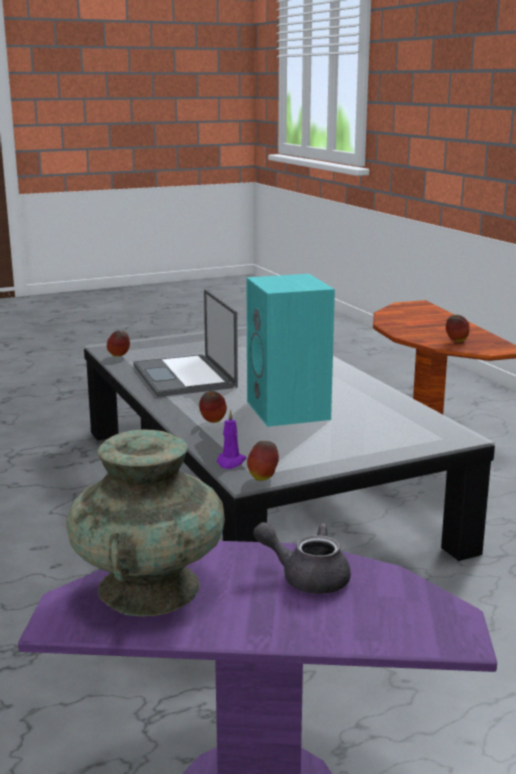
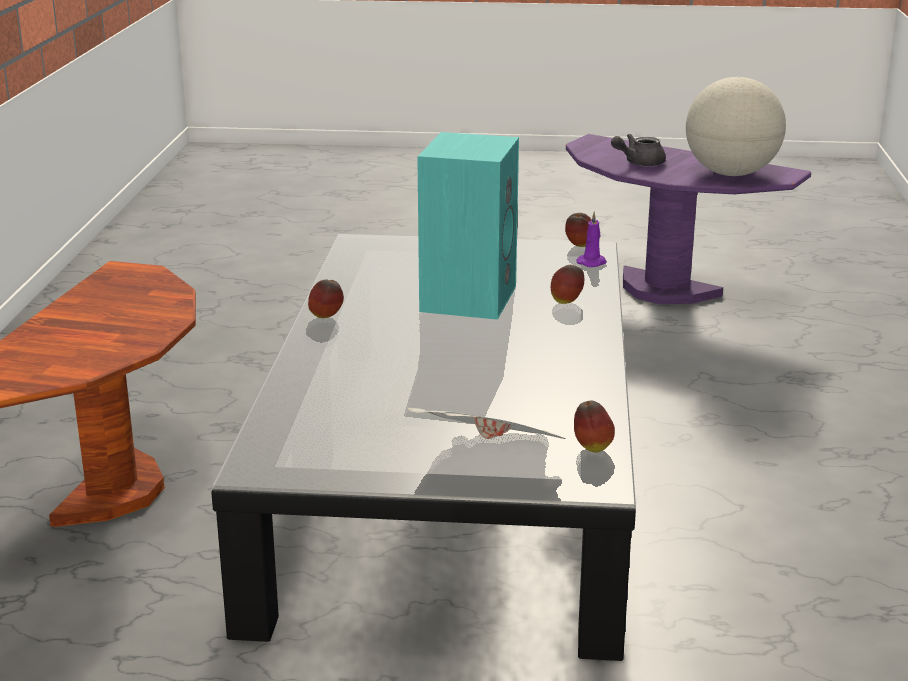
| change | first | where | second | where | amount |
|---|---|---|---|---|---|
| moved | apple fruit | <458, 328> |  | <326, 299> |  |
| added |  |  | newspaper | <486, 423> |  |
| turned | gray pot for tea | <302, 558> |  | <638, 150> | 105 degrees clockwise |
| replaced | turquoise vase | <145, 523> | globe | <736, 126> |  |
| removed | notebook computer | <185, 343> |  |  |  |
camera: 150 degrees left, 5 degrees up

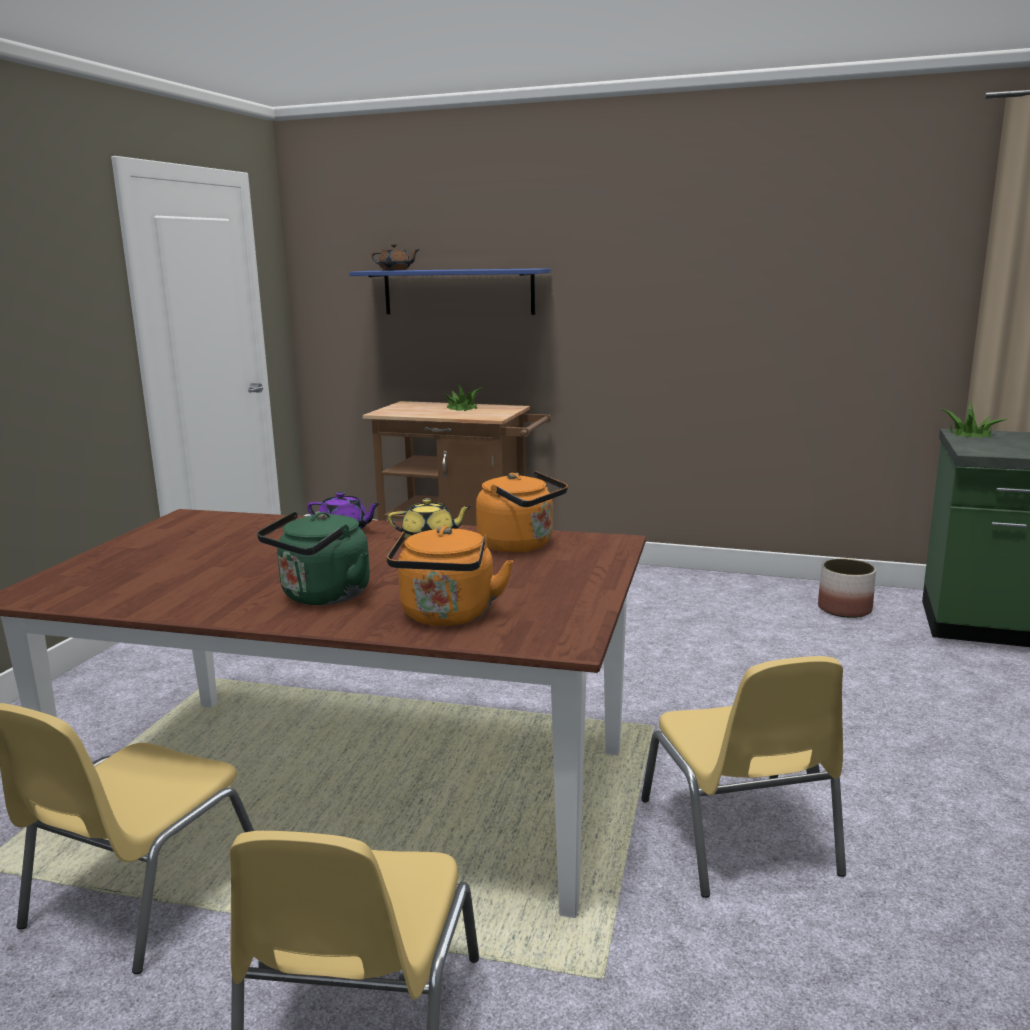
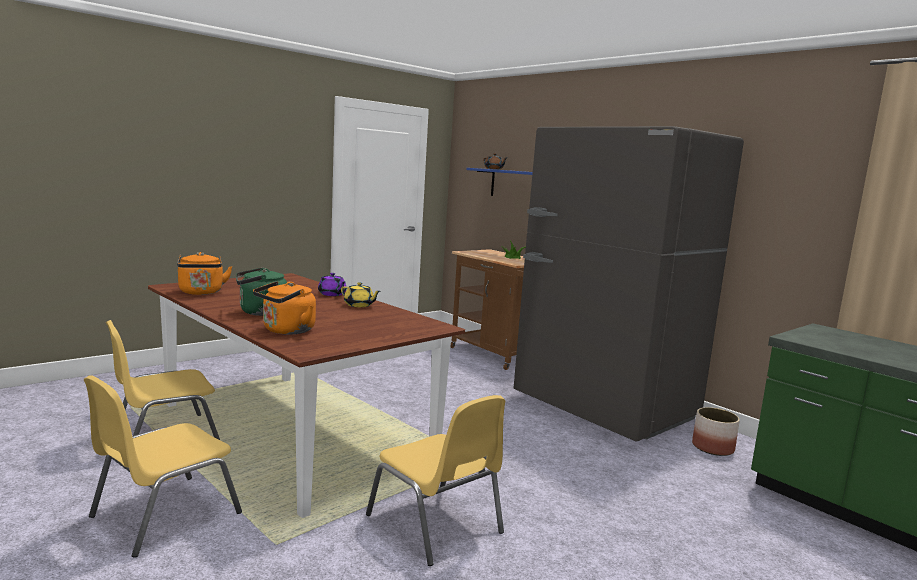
| change | first | where | second | where | amount |
|---|---|---|---|---|---|
| moved | orange tea kettle | <522, 512> |  | <204, 273> |  |
| turned | yellow plain chair | <743, 777> |  | <435, 480> | 60 degrees counterclockwise |
| added |  |  | gray refrigerator | <629, 284> |  |
| removed | houseplant | <974, 419> |  |  |  |
camera: 30 degrees right, 5 degrees down

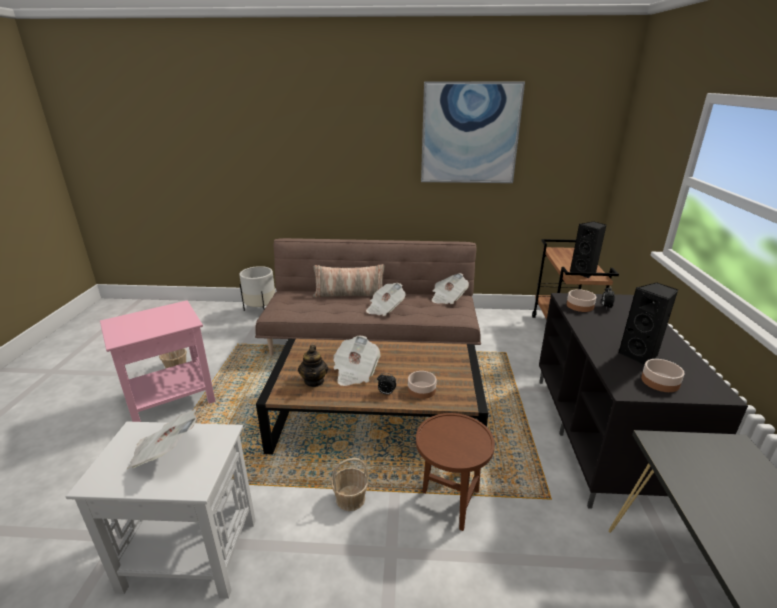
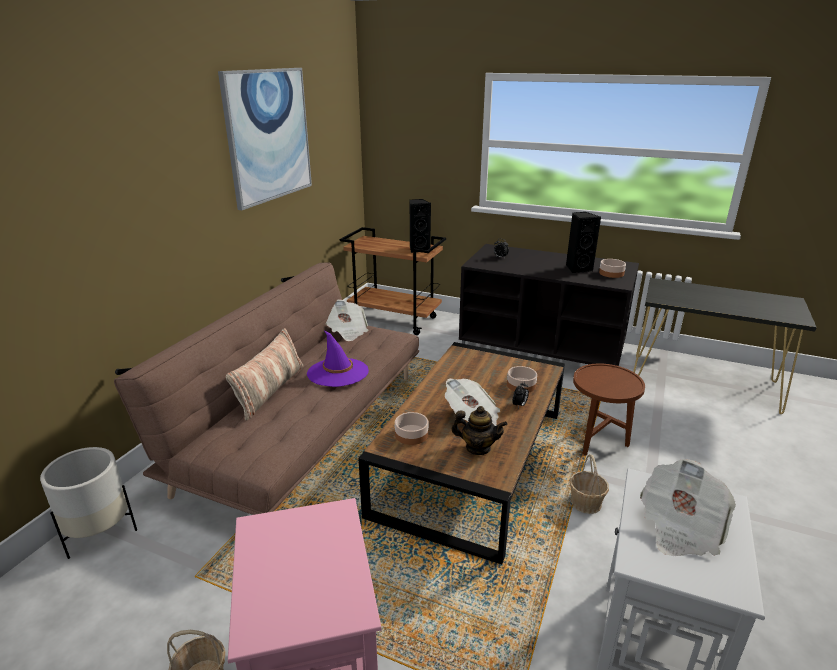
| change | first | where | second | where | amount |
|---|---|---|---|---|---|
| replaced | newspaper | <386, 299> | purple hat | <338, 359> |  |
| moved | serving bowl | <581, 300> |  | <411, 428> |  |
camera: 70 degrees left, 0 degrees up

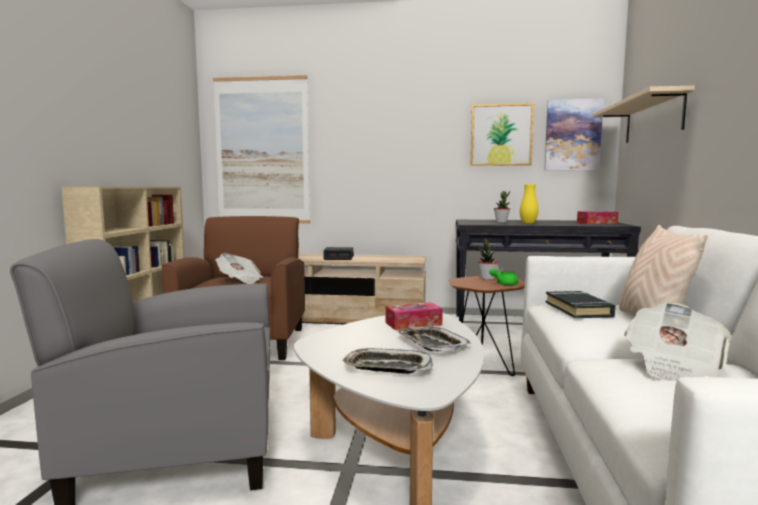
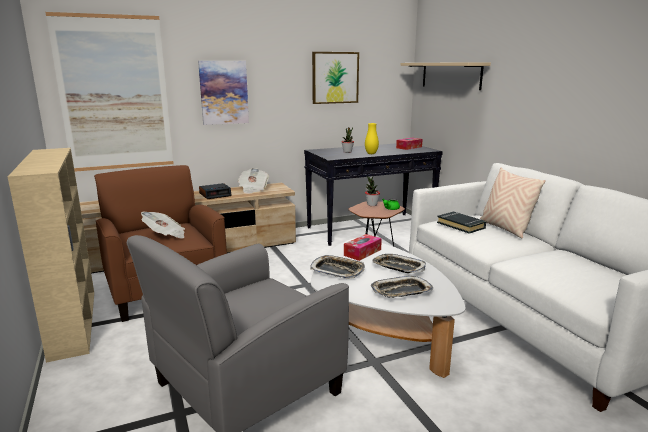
| change | first | where | second | where | amount |
|---|---|---|---|---|---|
| moved | wall art | <574, 135> |  | <223, 93> |  |
| moved | newspaper | <677, 341> |  | <253, 181> |  |
| added |  |  | serving tray | <337, 267> |  |
camera: 30 degrees left, 10 degrees up

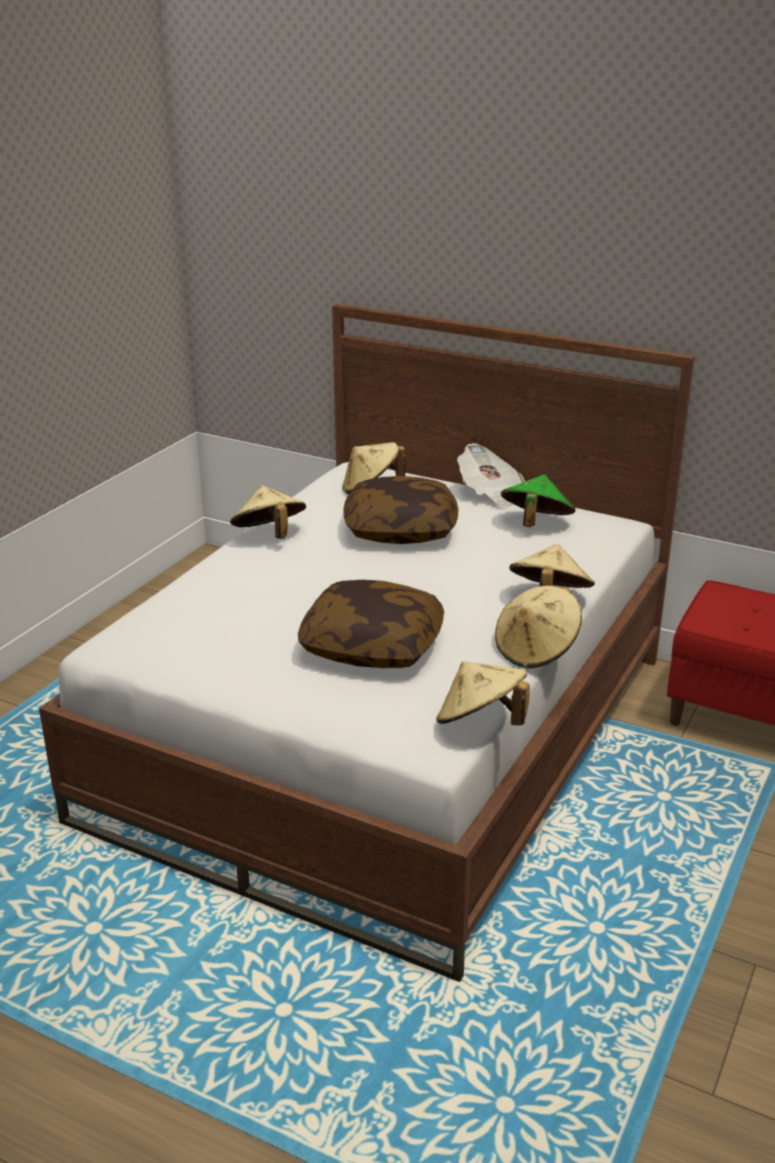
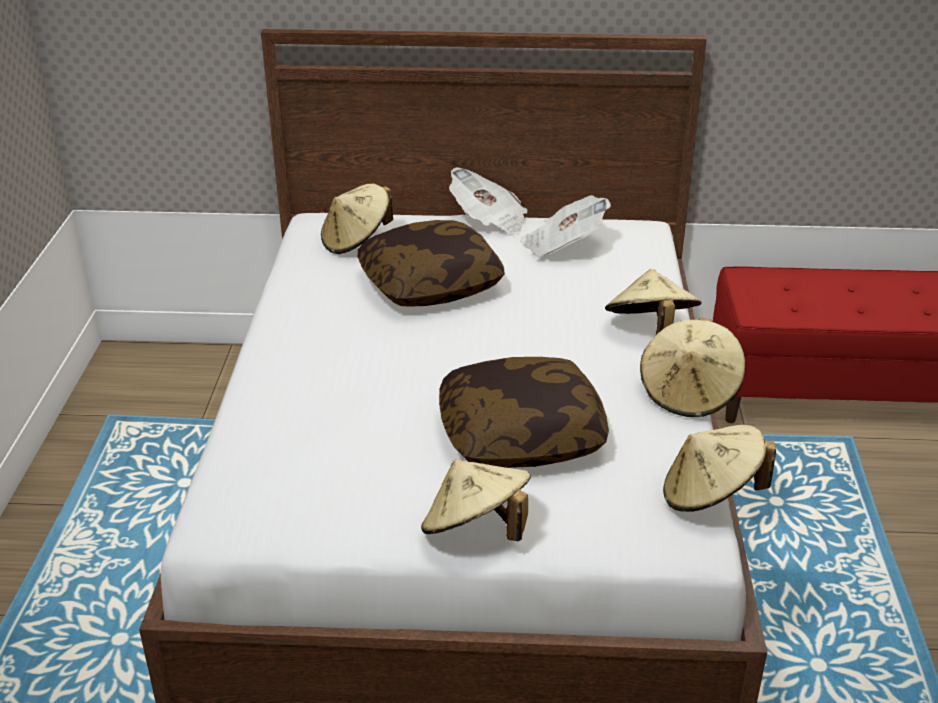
| change | first | where | second | where | amount |
|---|---|---|---|---|---|
| moved | beige hat | <268, 512> |  | <476, 500> |  |
| replaced | green-coloured hat | <538, 501> | newspaper | <565, 226> |  |
camera: 25 degrees left, 5 degrees up

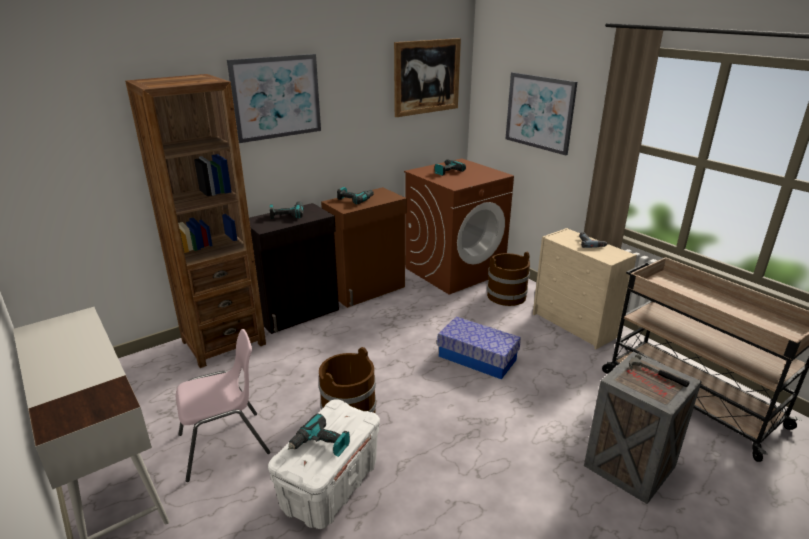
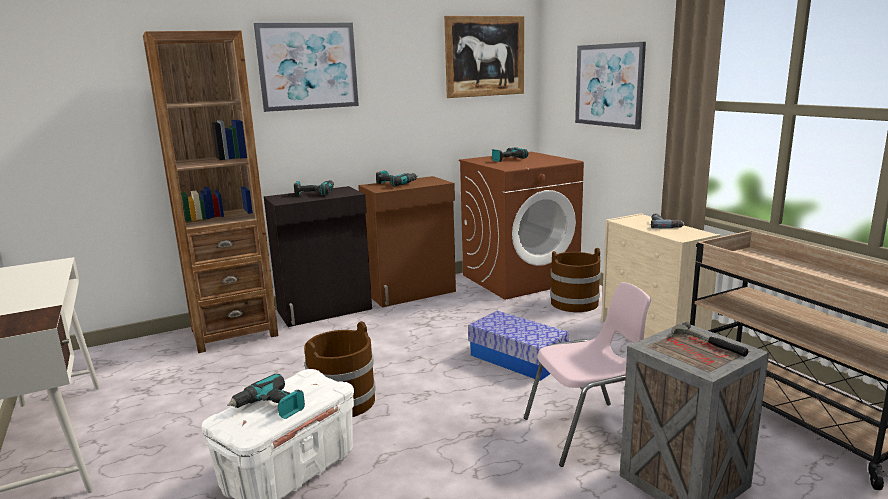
| change | first | where | second | where | amount |
|---|---|---|---|---|---|
| moved | pink plain chair | <223, 405> |  | <587, 374> |  |
camera: 10 degrees right, 10 degrees down

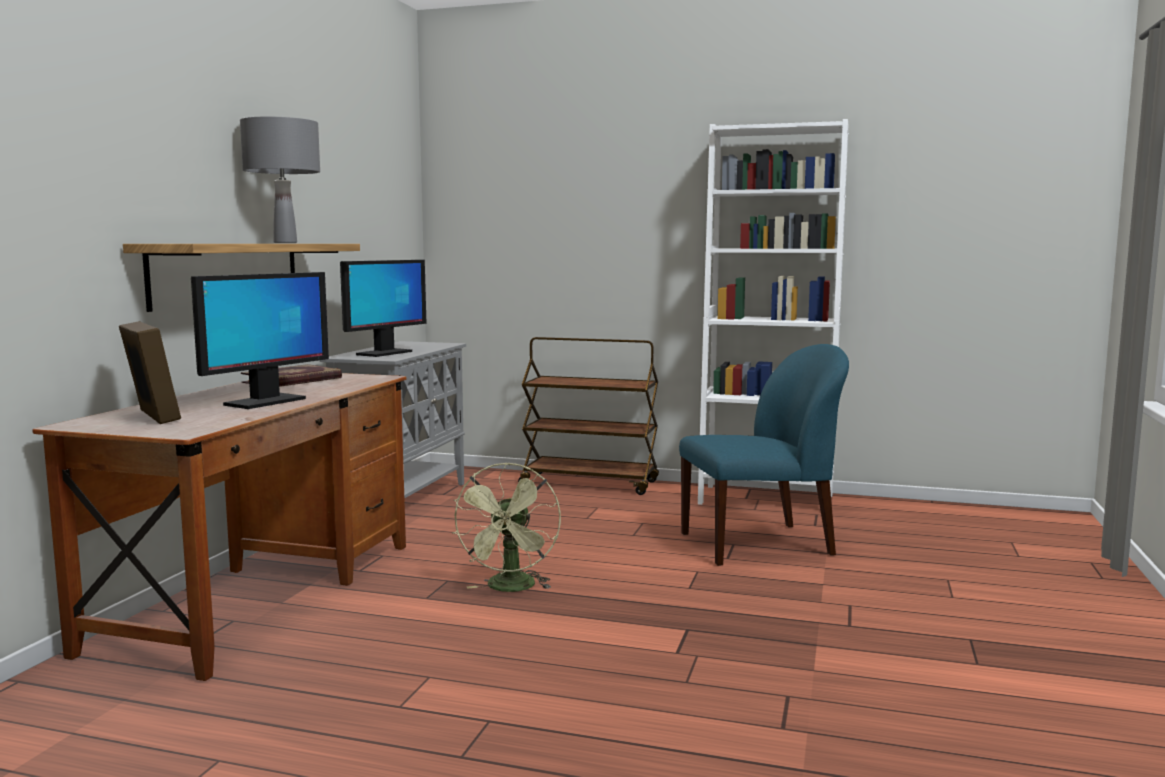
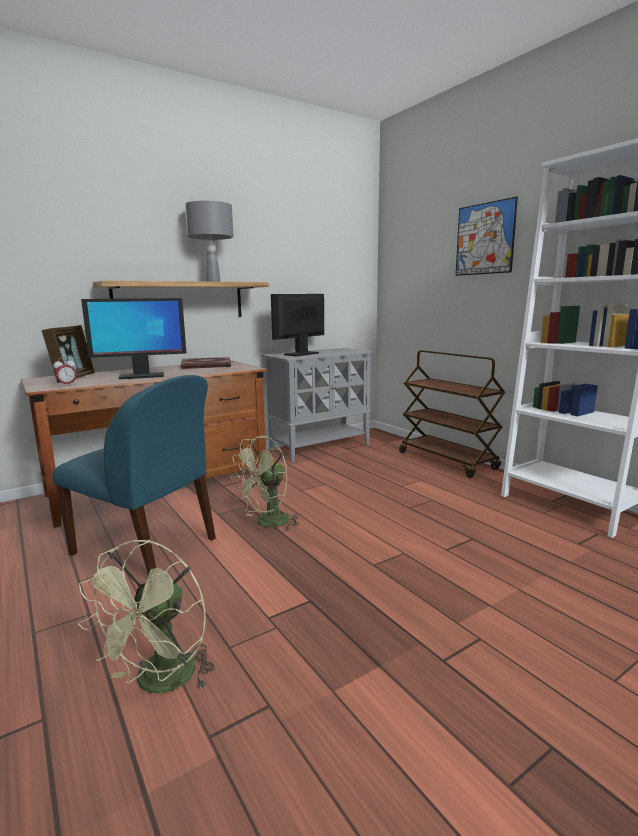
| change | first | where | second | where | amount |
|---|---|---|---|---|---|
| moved | blue-coloured plain chair | <764, 455> |  | <134, 475> |  |
| added |  |  | bedside clock | <65, 372> |  |
| added |  |  | green-coloured fan | <146, 616> |  |
| turned | computer screen | <383, 308> |  | <297, 325> | 150 degrees clockwise |
| added |  |  | wall art | <487, 236> |  |
camera: 40 degrees right, 5 degrees up

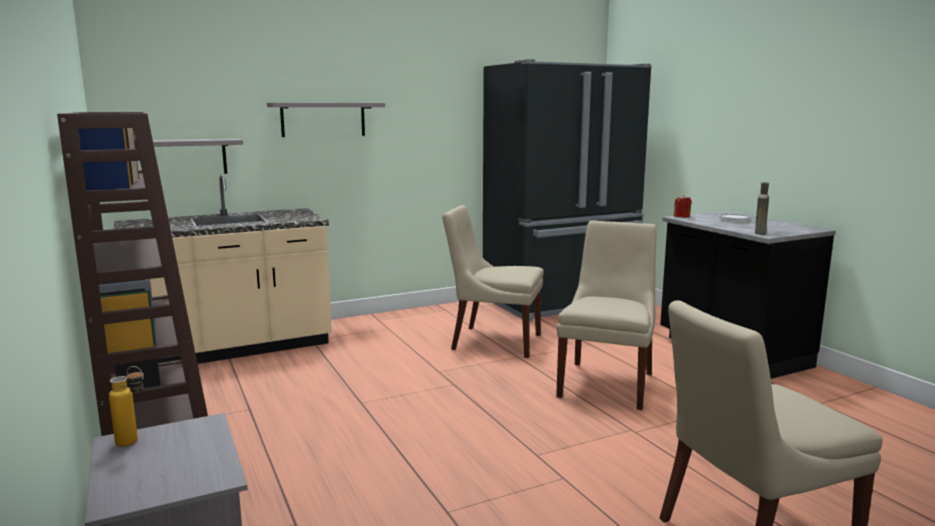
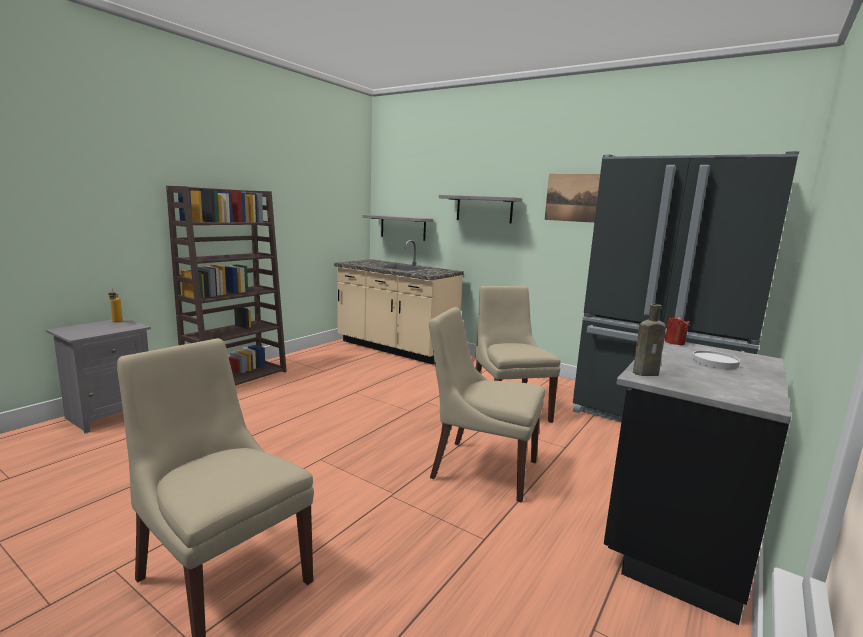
| change | first | where | second | where | amount |
|---|---|---|---|---|---|
| turned | beige plain chair | <606, 315> |  | <487, 404> | 150 degrees counterclockwise |
| added |  |  | wall art | <572, 198> |  |
camera: 60 degrees right, 0 degrees up

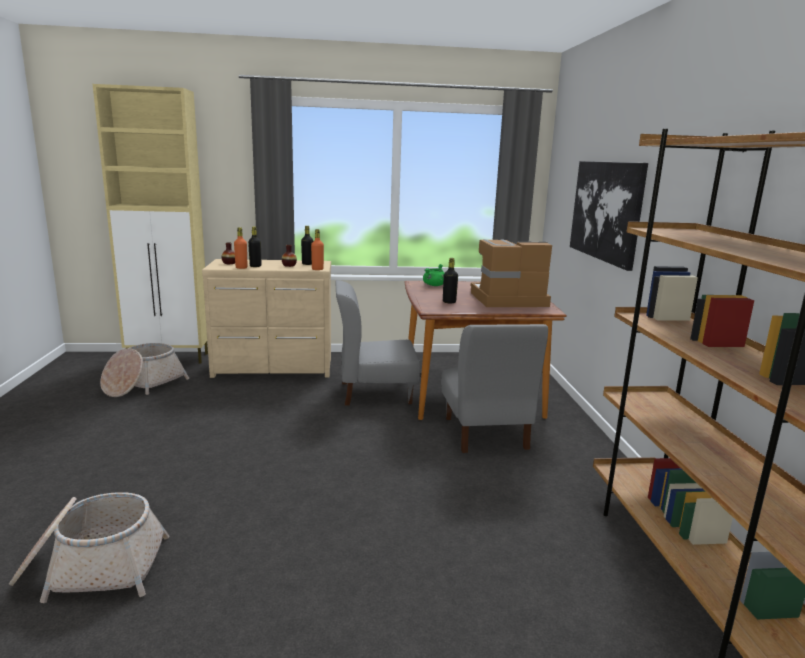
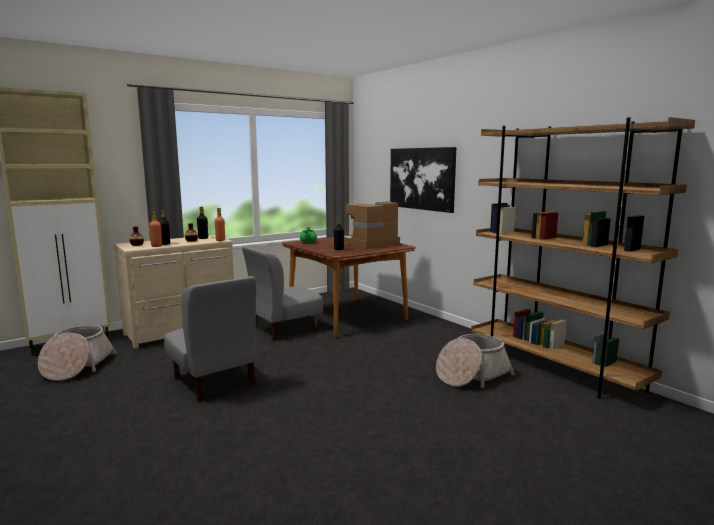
| change | first | where | second | where | amount |
|---|---|---|---|---|---|
| moved | gray plain chair | <494, 388> |  | <210, 339> |  |
| moved | basket | <89, 547> |  | <475, 361> |  |
camera: 30 degrees left, 5 degrees down

